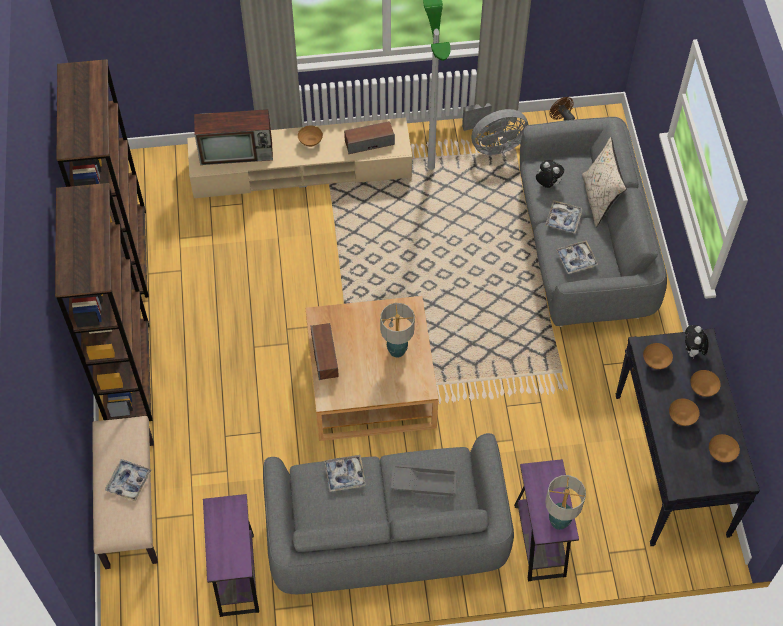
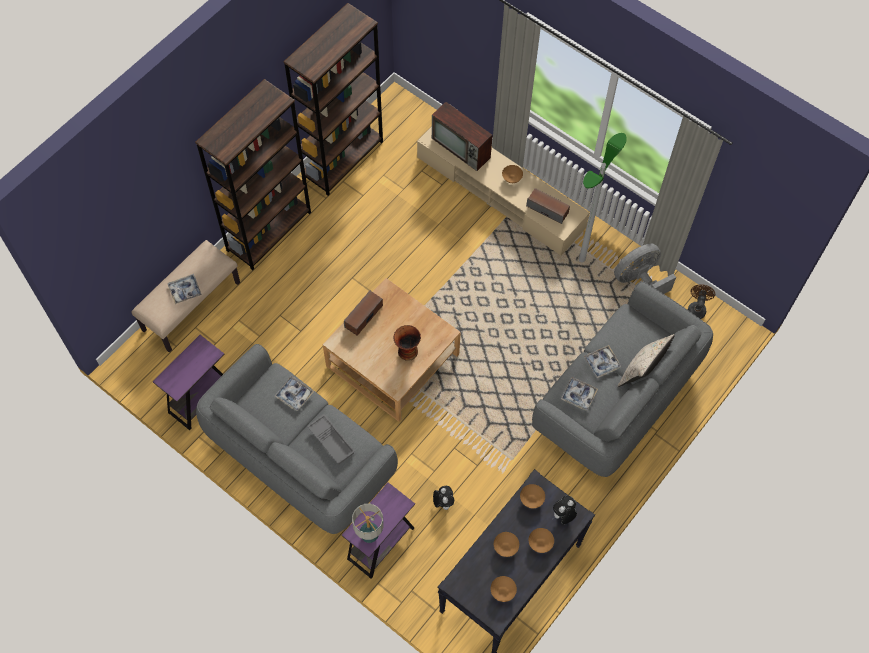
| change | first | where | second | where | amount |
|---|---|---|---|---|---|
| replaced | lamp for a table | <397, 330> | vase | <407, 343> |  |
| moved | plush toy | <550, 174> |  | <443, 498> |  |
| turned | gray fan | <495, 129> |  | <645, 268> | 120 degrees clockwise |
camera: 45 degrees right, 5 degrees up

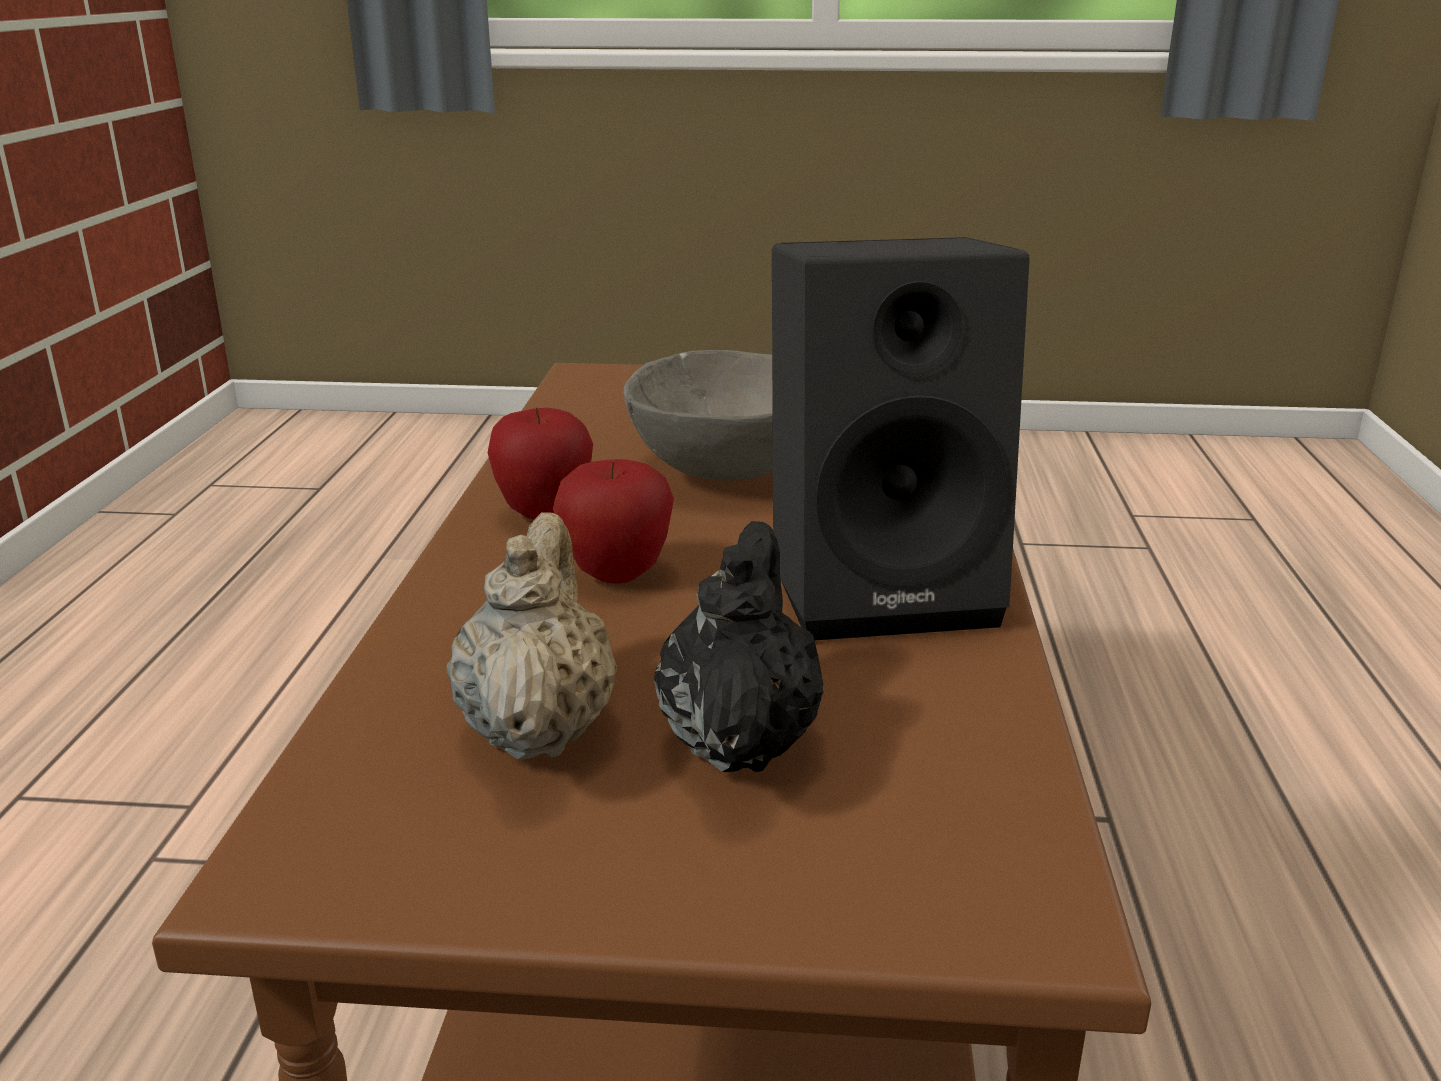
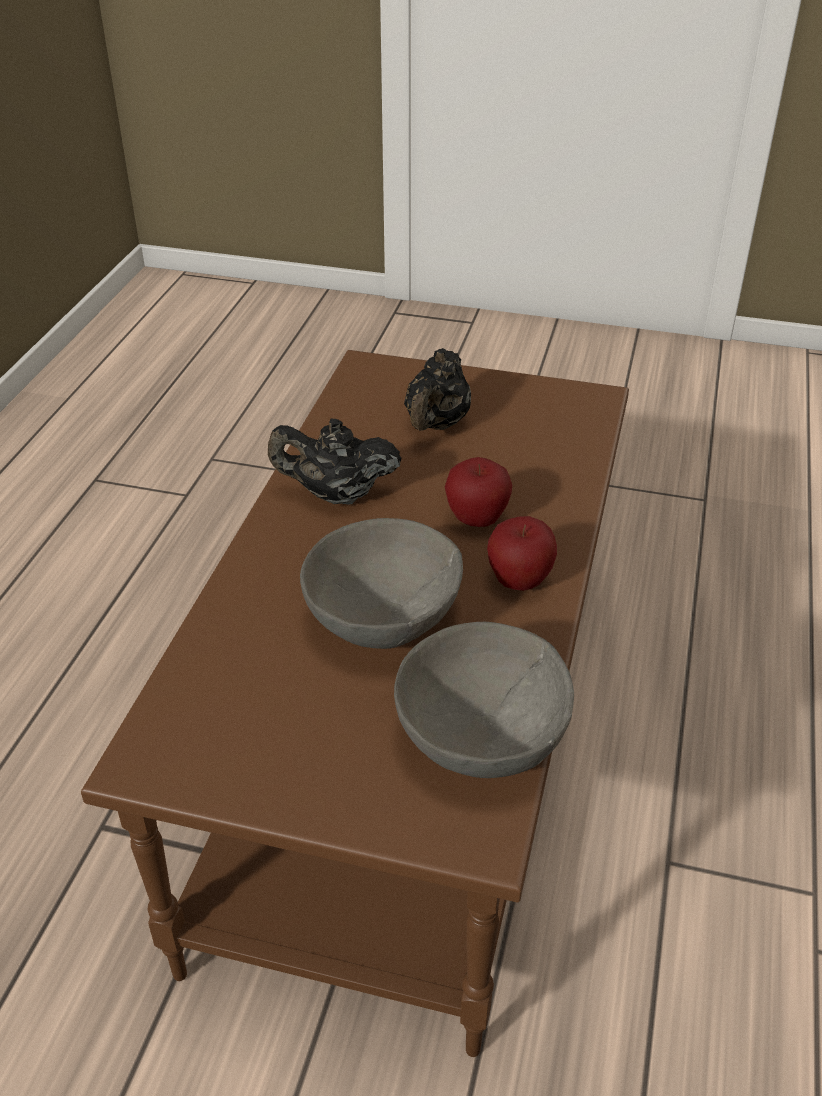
| change | first | where | second | where | amount |
|---|---|---|---|---|---|
| replaced | black-coloured speaker | <901, 438> | black-coloured pot for tea | <335, 462> |  |
| added |  |  | gray serving bowl | <484, 700> |  |
| removed | beige pot for tea | <532, 636> |  |  |  |
camera: 170 degrees left, 15 degrees up

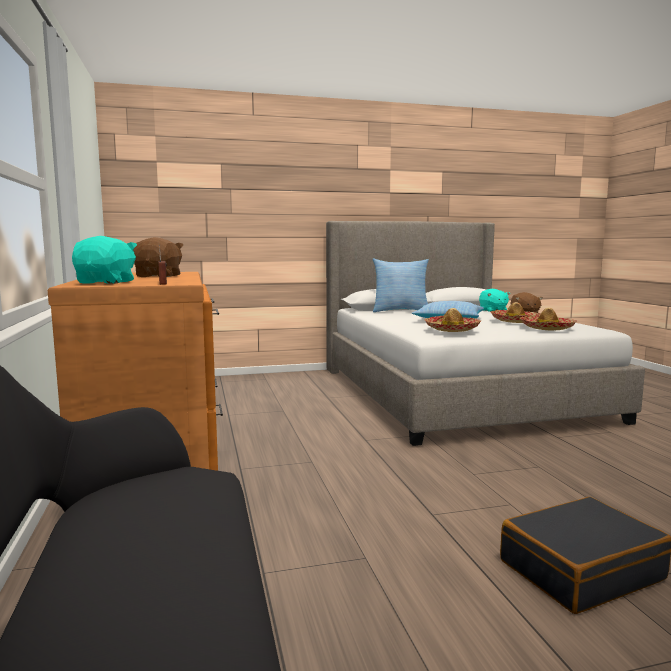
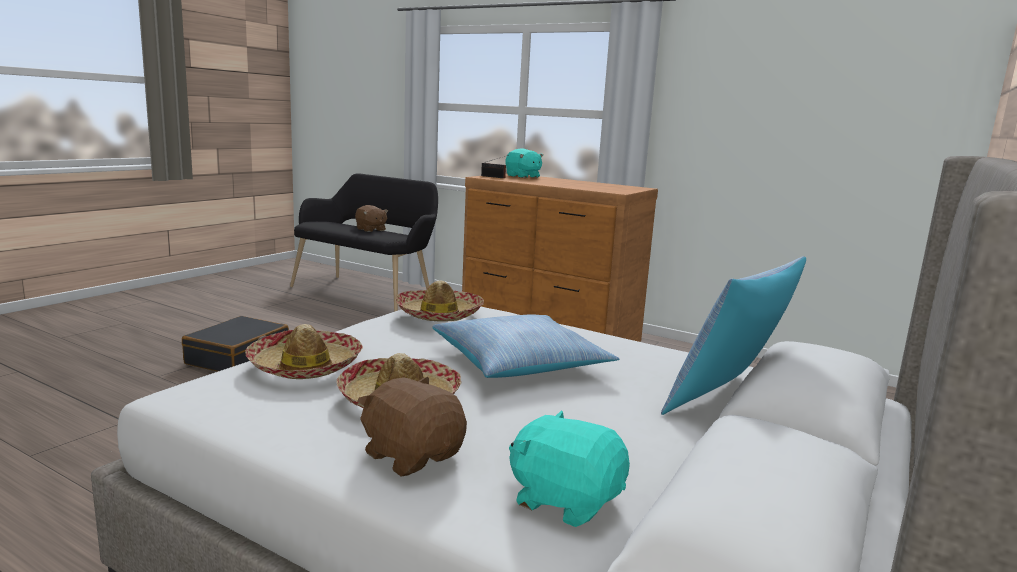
| change | first | where | second | where | amount |
|---|---|---|---|---|---|
| moved | brownish plush toy | <158, 257> |  | <371, 218> |  |
camera: 135 degrees right, 5 degrees up

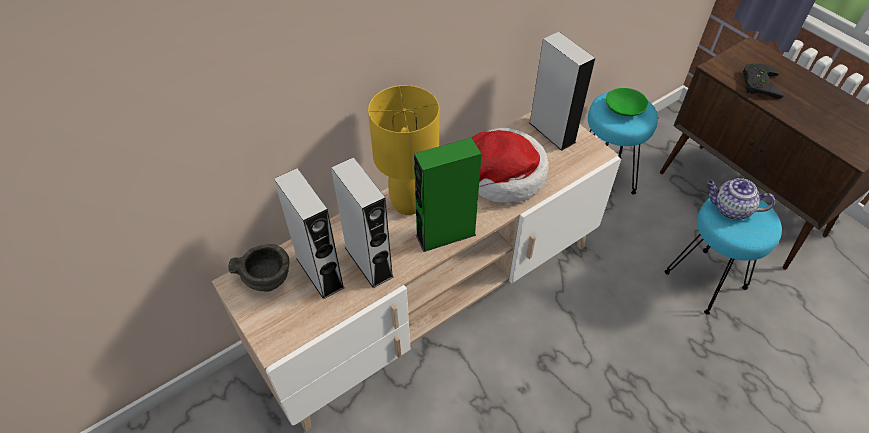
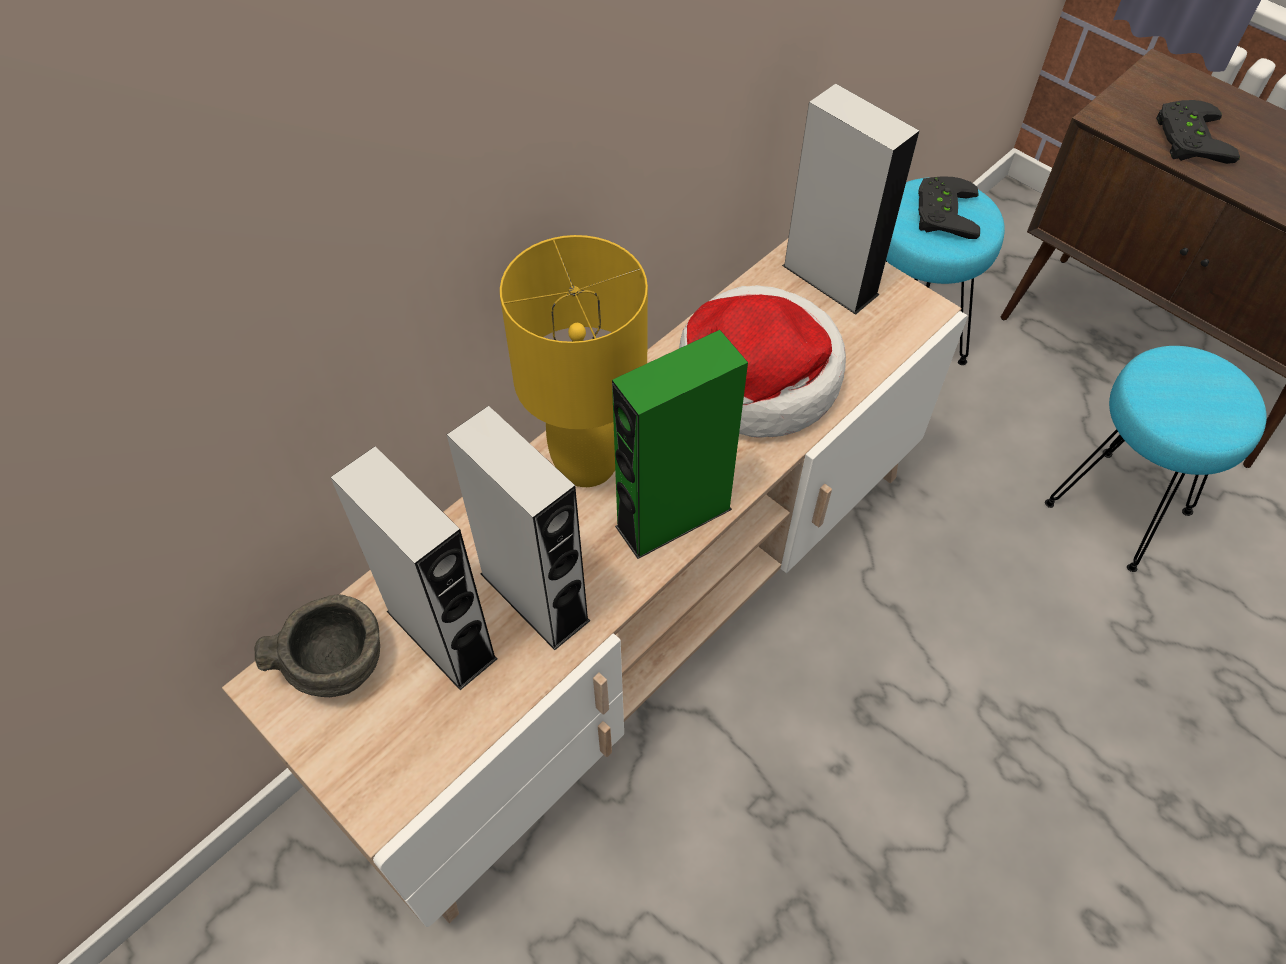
| change | first | where | second | where | amount |
|---|---|---|---|---|---|
| replaced | green-coloured serving bowl | <627, 102> | black-coloured game controller | <949, 207> |  |
| removed | pot for tea | <741, 199> |  |  |  |
camera: 10 degrees left, 5 degrees up

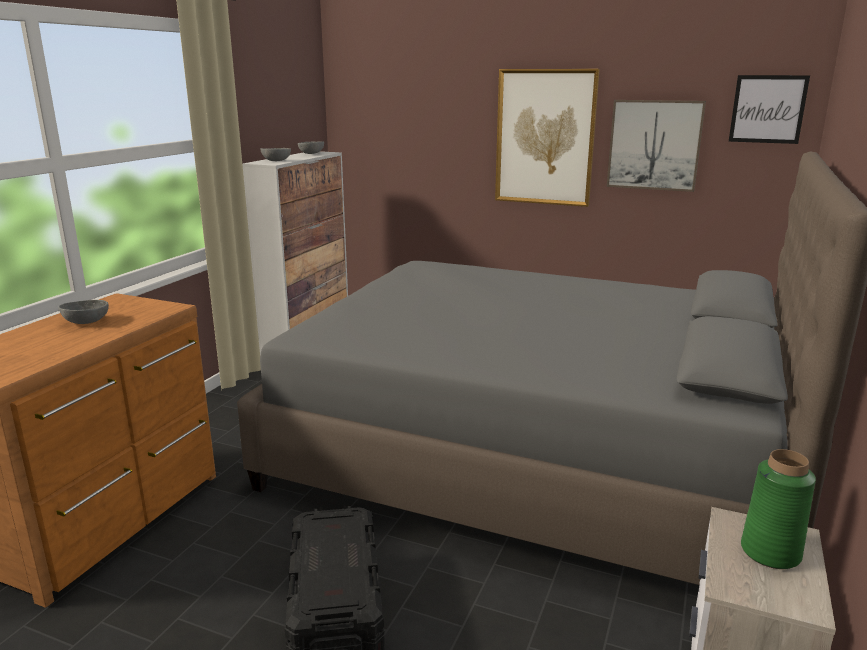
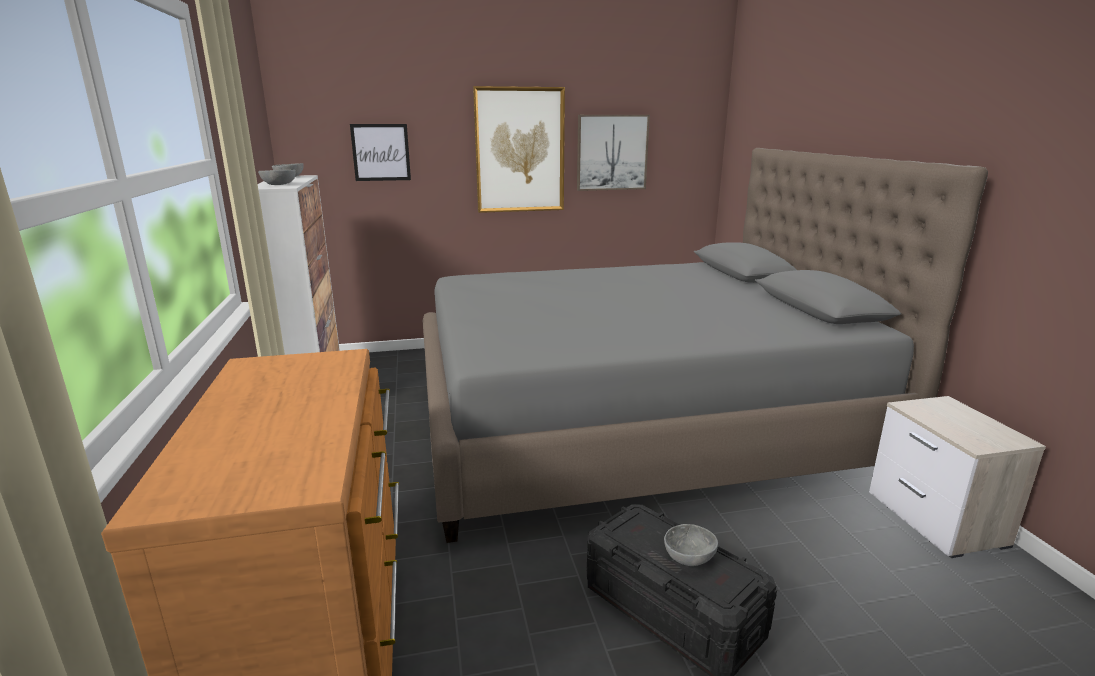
| change | first | where | second | where | amount |
|---|---|---|---|---|---|
| moved | wall art | <769, 109> |  | <380, 152> |  |
| moved | gray serving bowl | <83, 312> |  | <691, 545> |  |
| removed | green-coloured vase | <778, 509> |  |  |  |
camera: 35 degrees left, 0 degrees up

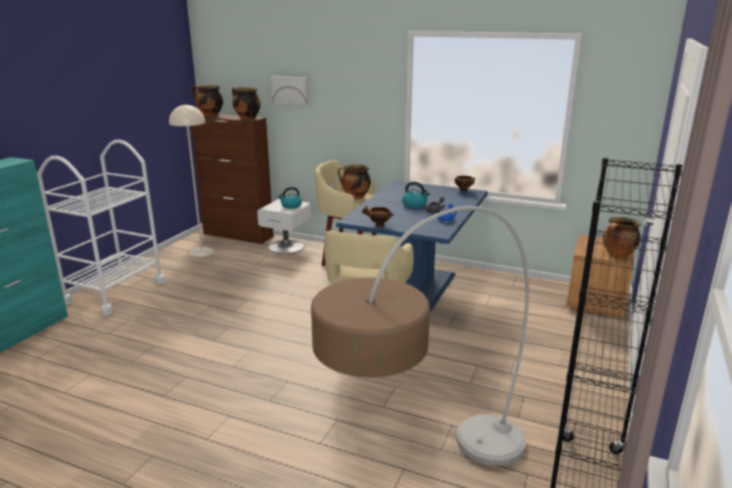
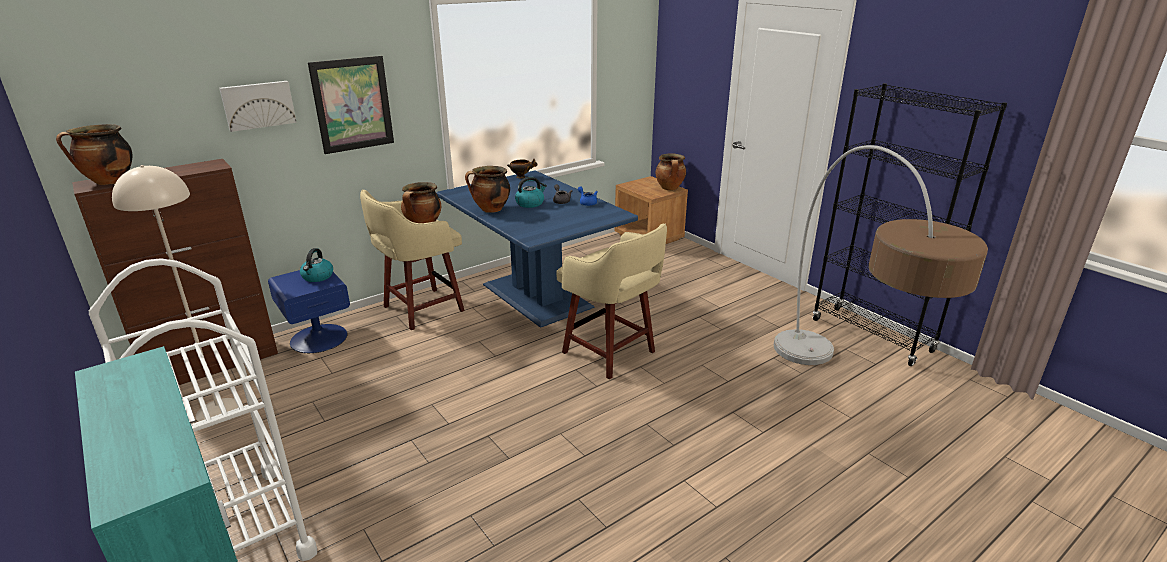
| change | first | where | second | where | amount |
|---|---|---|---|---|---|
| recoloured | white-coloured nightstand | <284, 226> | blue-coloured nightstand | <309, 311> |  |
| added |  |  | wall art | <351, 105> |  |
| moved | cooking pot | <246, 103> |  | <487, 189> |  |
| removed | serving bowl | <378, 216> |  |  |  |
camera: 60 degrees left, 5 degrees up

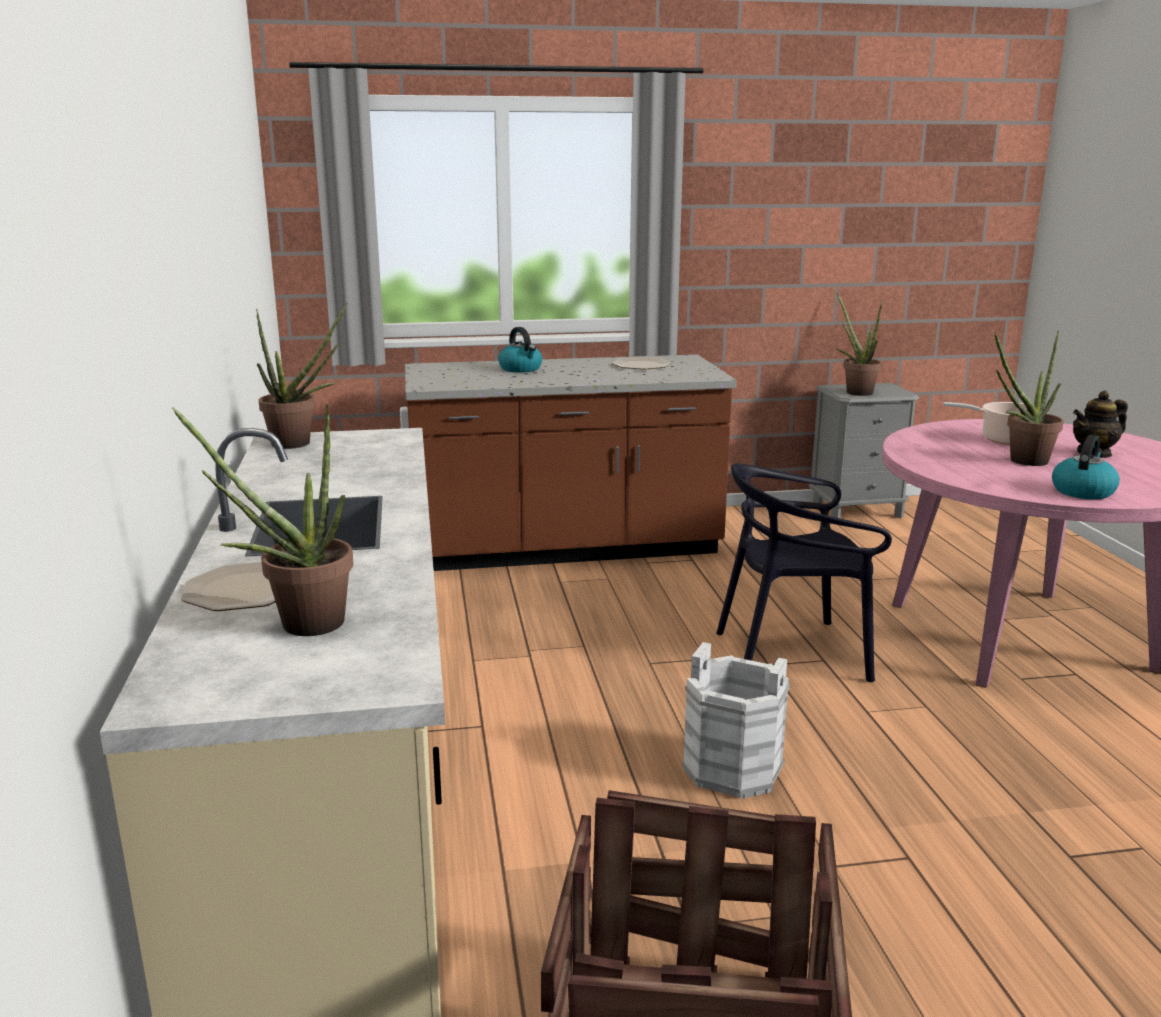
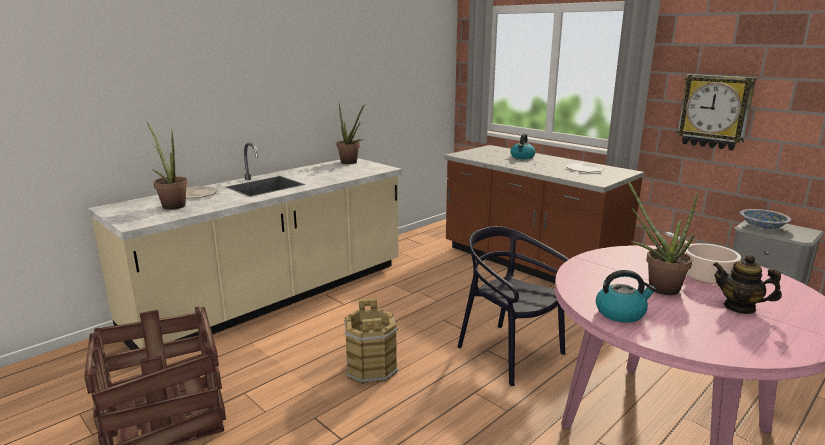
| change | first | where | second | where | amount |
|---|---|---|---|---|---|
| recoloured | white-coloured bucket | <736, 720> | brownish bucket | <371, 341> |  |
| added |  |  | clock on the wall | <716, 112> |  |
| replaced | houseplant | <859, 344> | serving bowl | <765, 219> |  |
camera: 55 degrees right, 0 degrees up

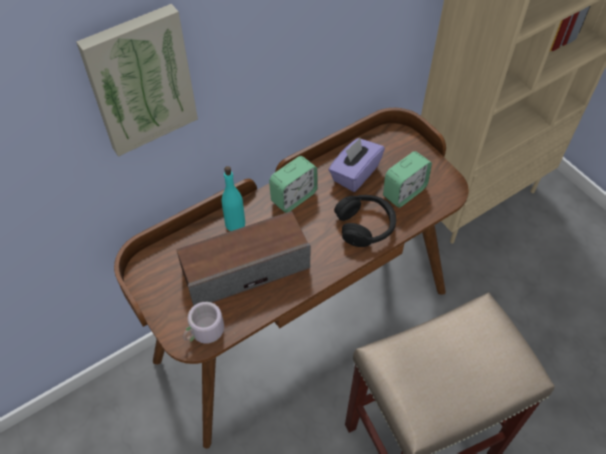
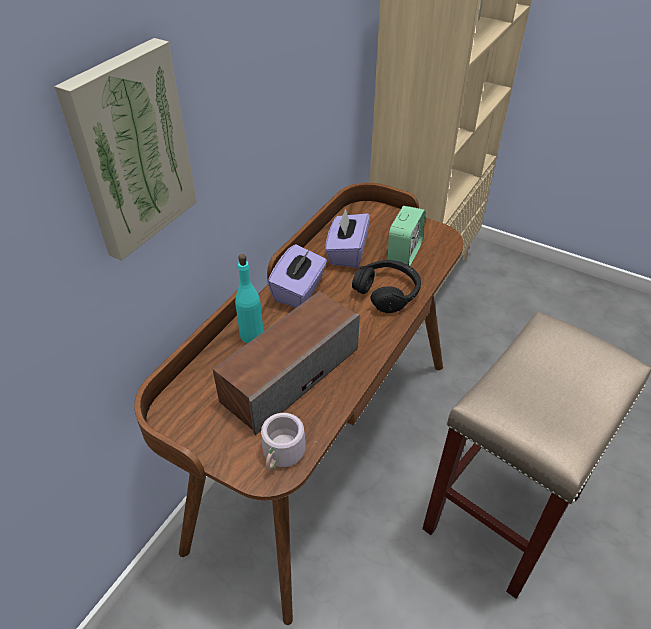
| change | first | where | second | where | amount |
|---|---|---|---|---|---|
| replaced | bedside clock | <293, 184> | purple tissue holder | <297, 276> |  |
camera: 25 degrees left, 10 degrees down

